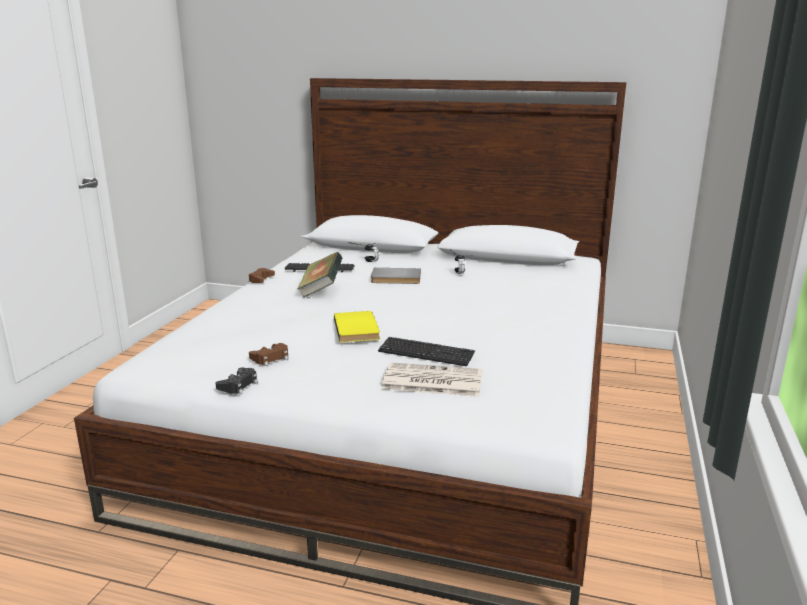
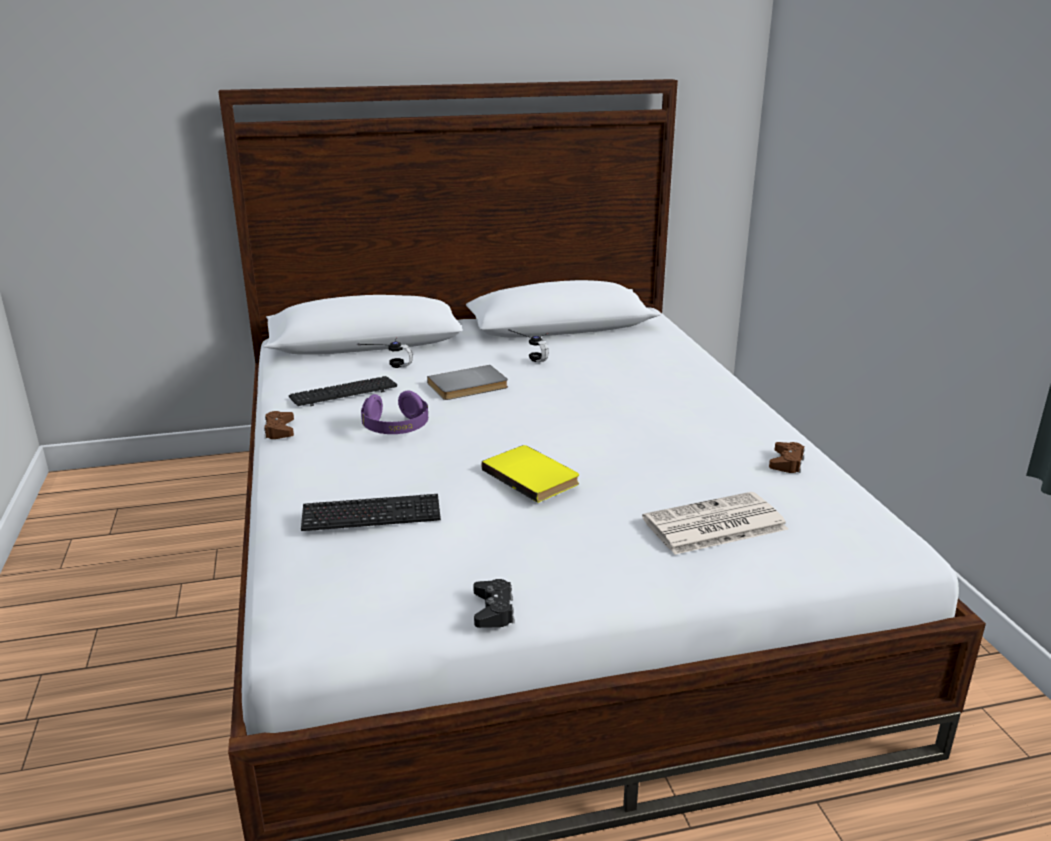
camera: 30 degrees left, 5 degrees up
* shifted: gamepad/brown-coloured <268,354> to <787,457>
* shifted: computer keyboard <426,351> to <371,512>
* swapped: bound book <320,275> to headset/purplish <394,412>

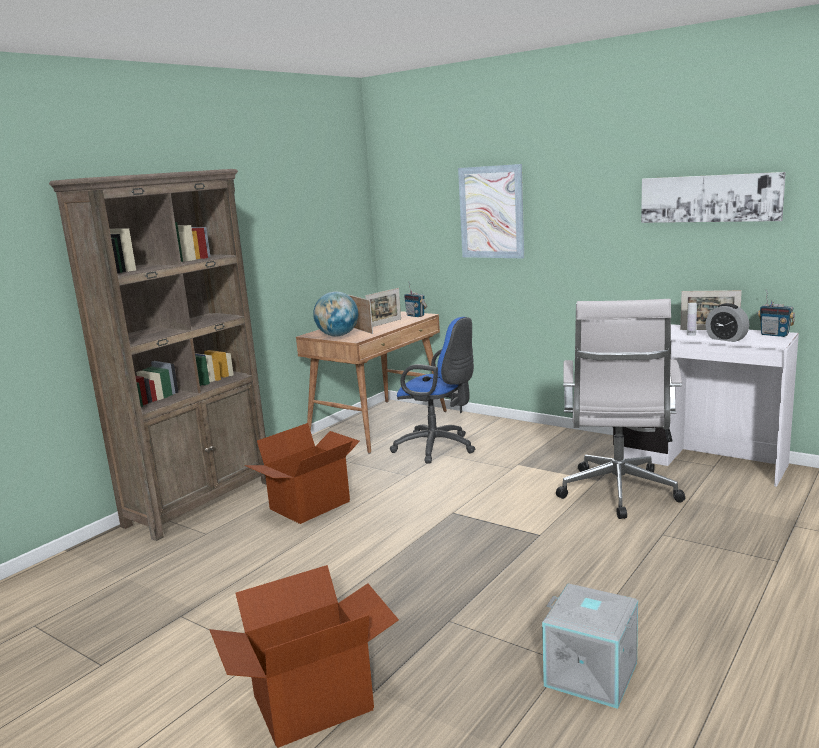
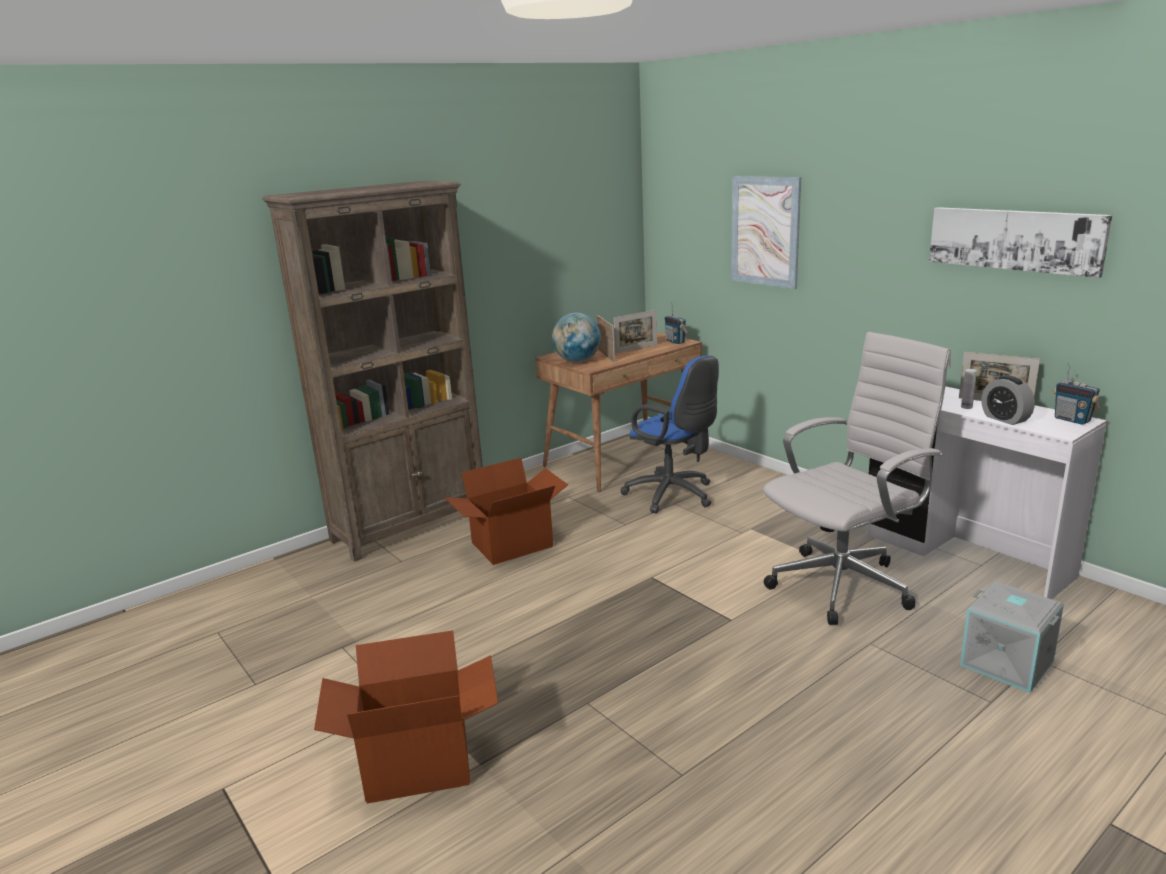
camera: 15 degrees right, 5 degrees up
* shifted: storage bin/gray <590,646> to <1012,637>
* rotated: office chair/white <620,409> = <857,478> 150 degrees counterclockwise

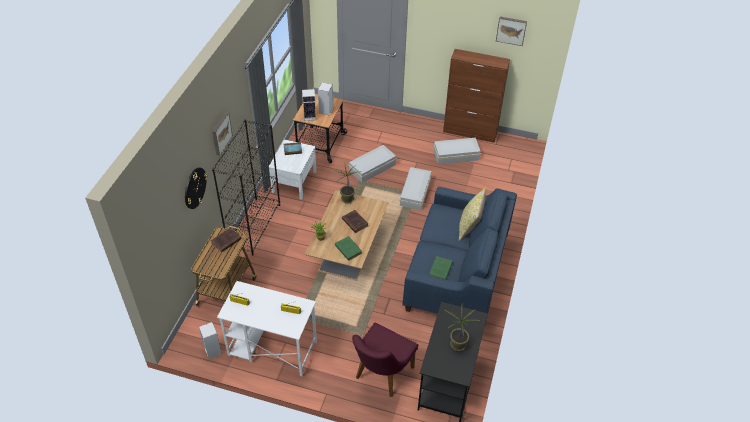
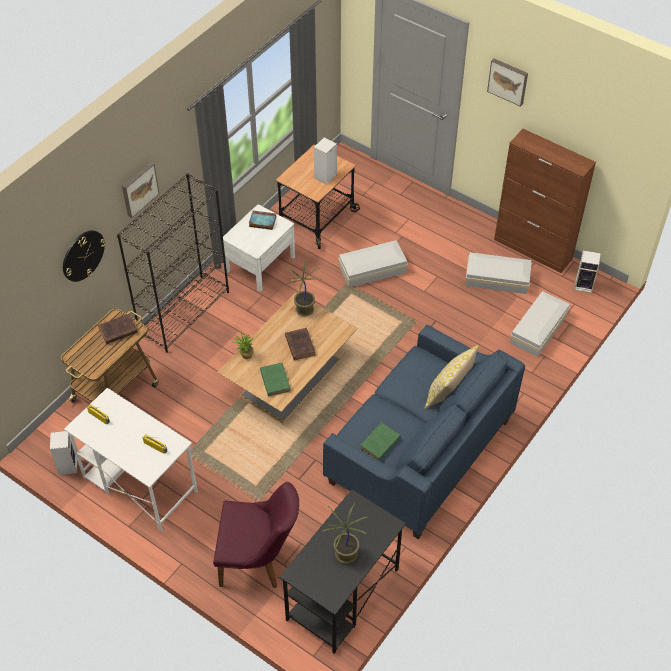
camera: 20 degrees right, 5 degrees up
* shifted: loudspeaker <309,105> to <588,271>
* shifted: storage bin/white <415,188> to <540,324>
* shifted: wall picture <511,31> to <507,82>
* rotated: chair/purplish <385,360> = <256,535> 135 degrees counterclockwise

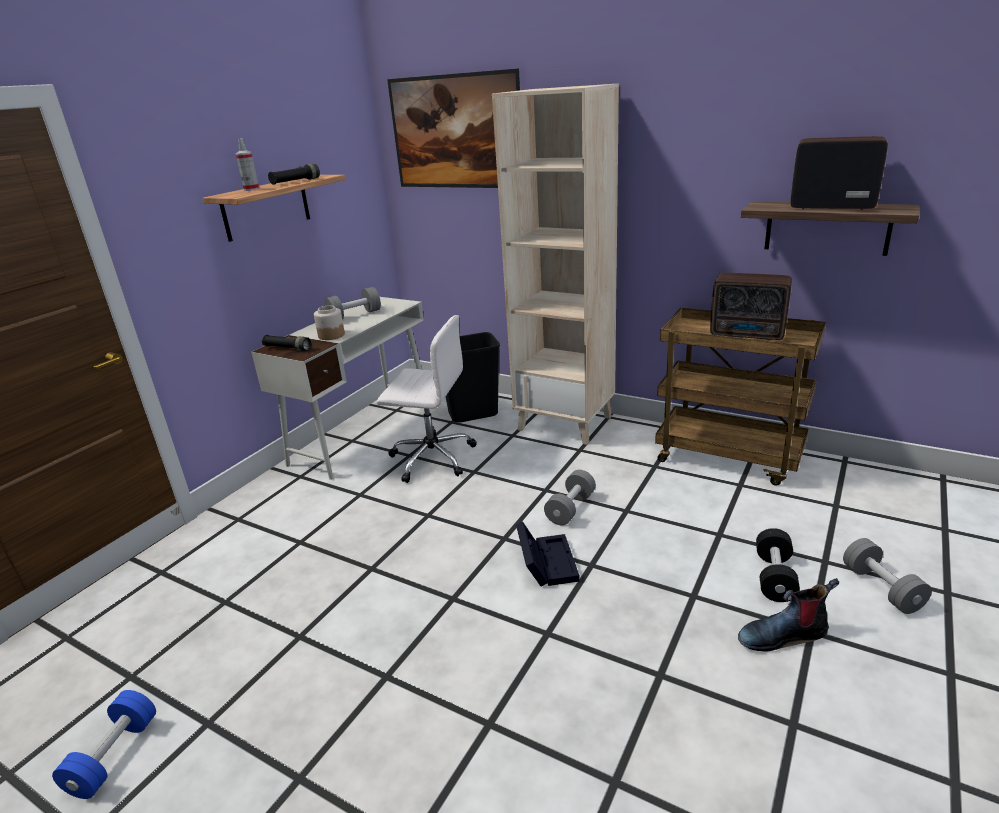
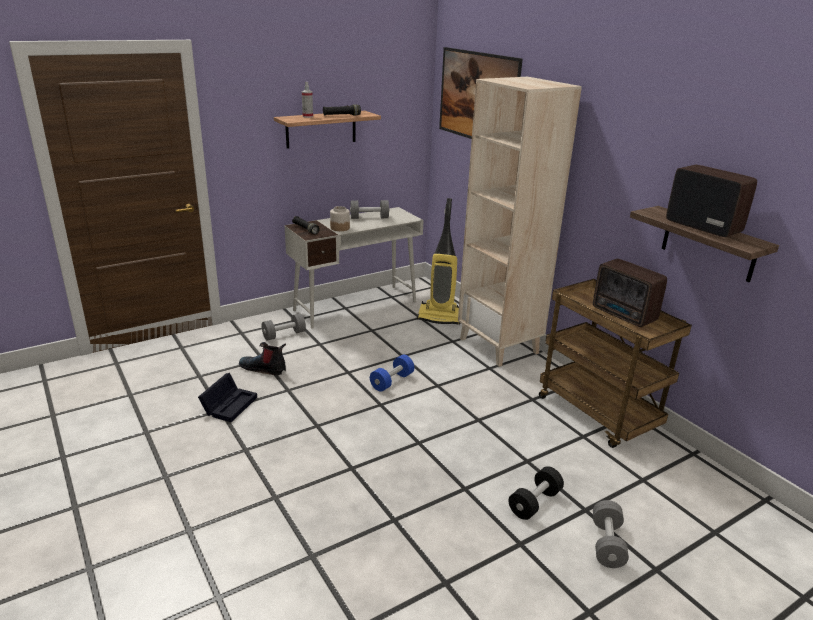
camera: 25 degrees right, 0 degrees up
* gone: office chair/white <427,399>
* shifted: free weight/blue <104,744> to <392,373>
* shifted: storage bin/black <548,553> to <227,397>
* shifted: free weight/gray <570,497> to <284,327>
* shifted: tall boot <788,615> to <262,358>
* swapped: waste bin/black <473,377> to vacuum cleaner <438,261>

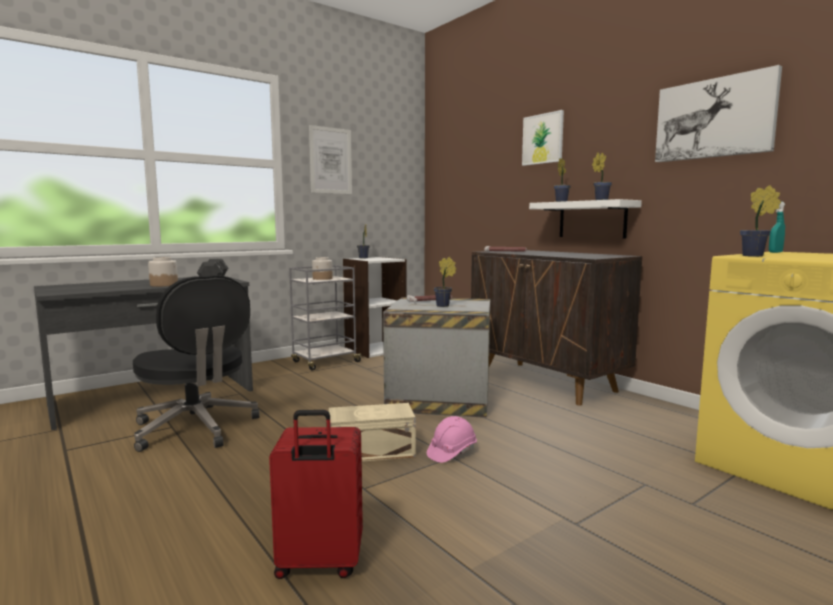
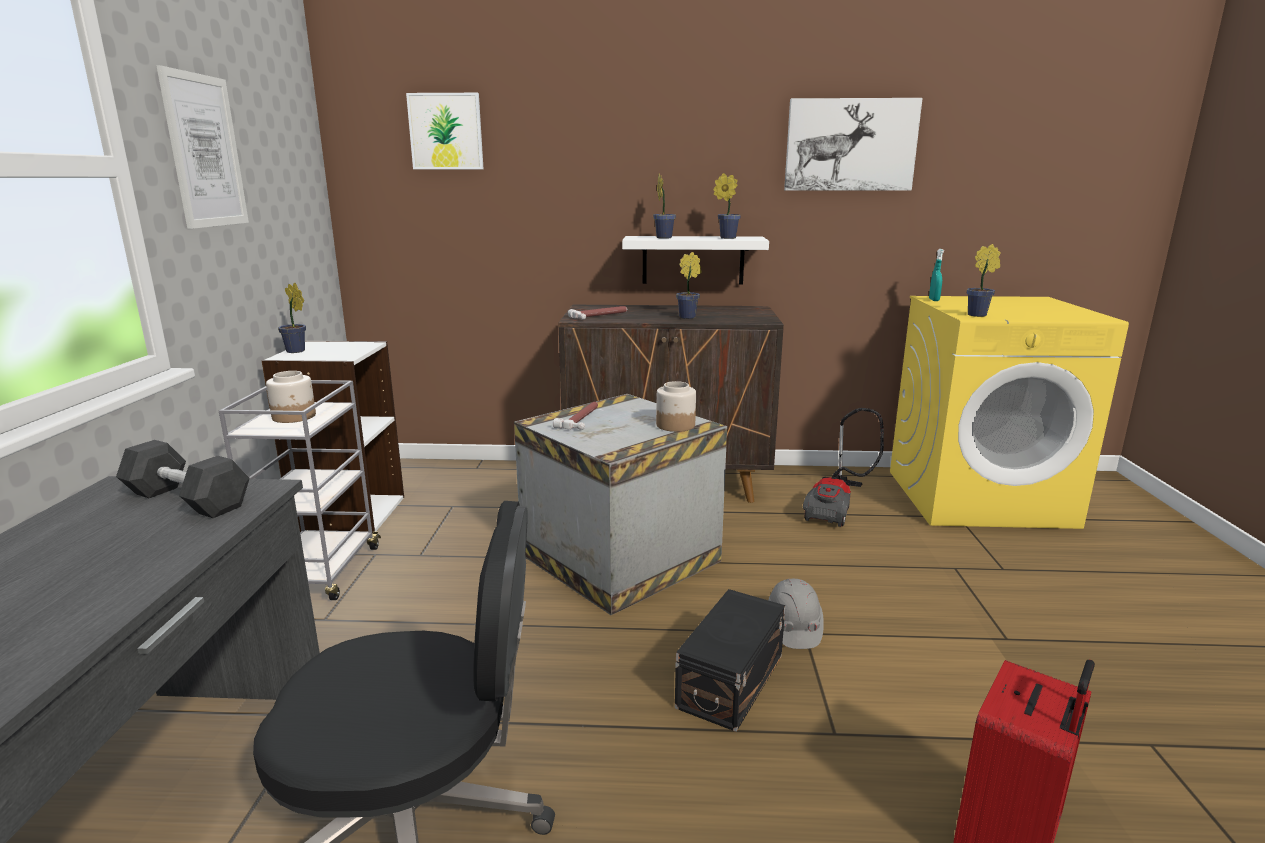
camera: 50 degrees left, 10 degrees up
* new: vacuum cleaner <843,467>
* shifted: storage jar <163,272> to <676,406>
* shifted: houseplant <445,282> to <688,285>
* shifted: wall picture <543,138> to <445,131>
* repainted: storage bin/sand-coloured <372,432> to storage bin/black <730,660>
* repainted: safety helmet/pink-coloured <452,439> to safety helmet/gray <796,614>

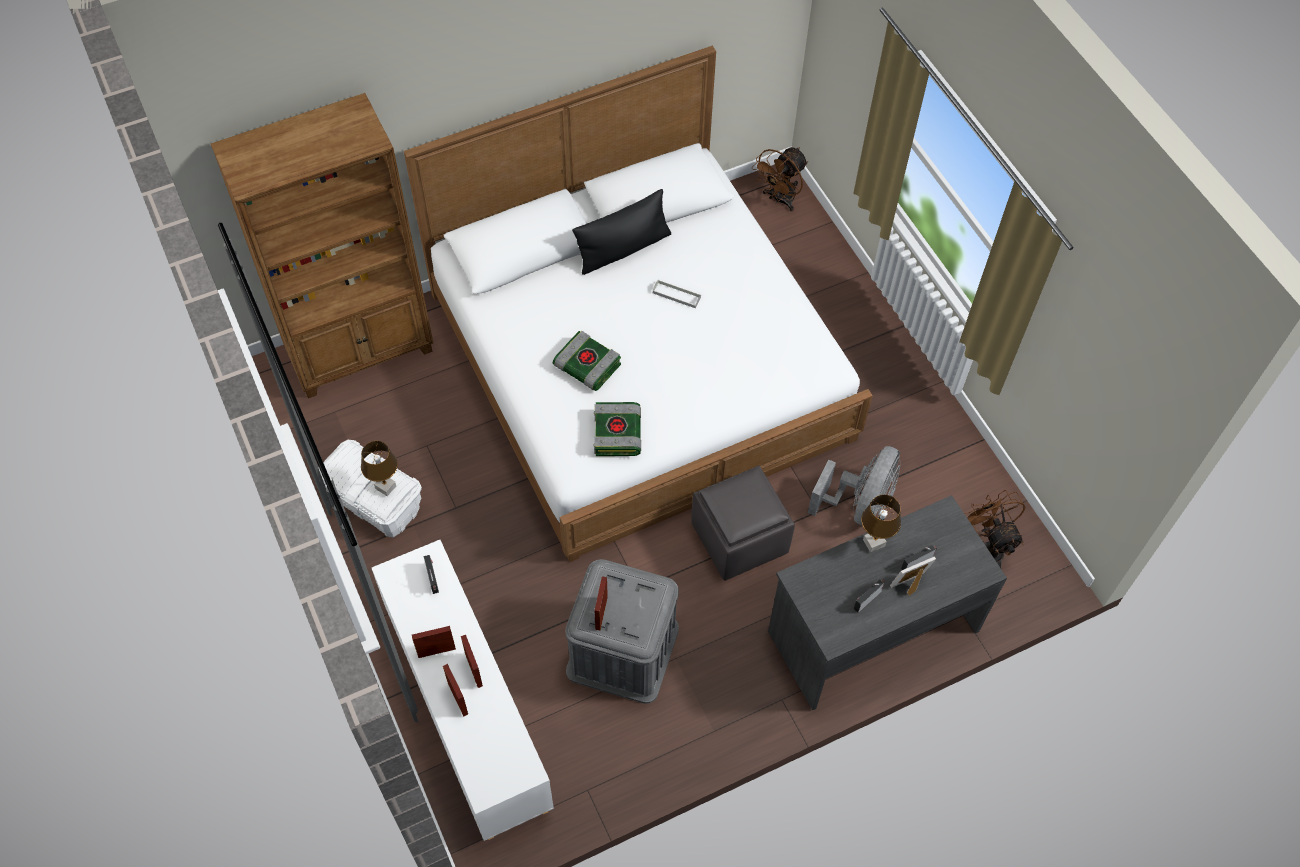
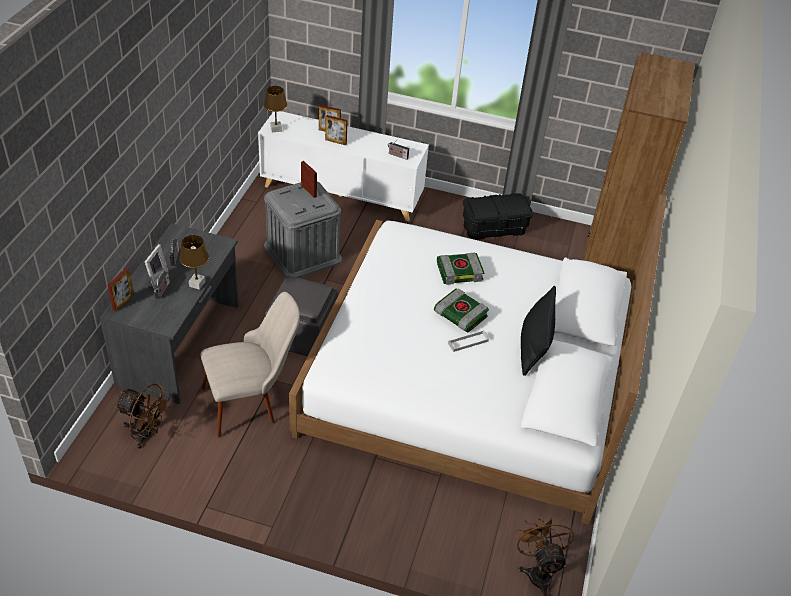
camera: 130 degrees right, 15 degrees down
* shifted: table lamp/brown-coloured <379,468> to <275,109>
* shifted: standing frame <434,642> to <121,290>
* shifted: bound book <617,429> to <461,310>
* swapped: electric fan/gray <854,485> to chair/sand-coloured <250,365>
* repainted: storage bin/white <370,488> to storage bin/black <498,216>

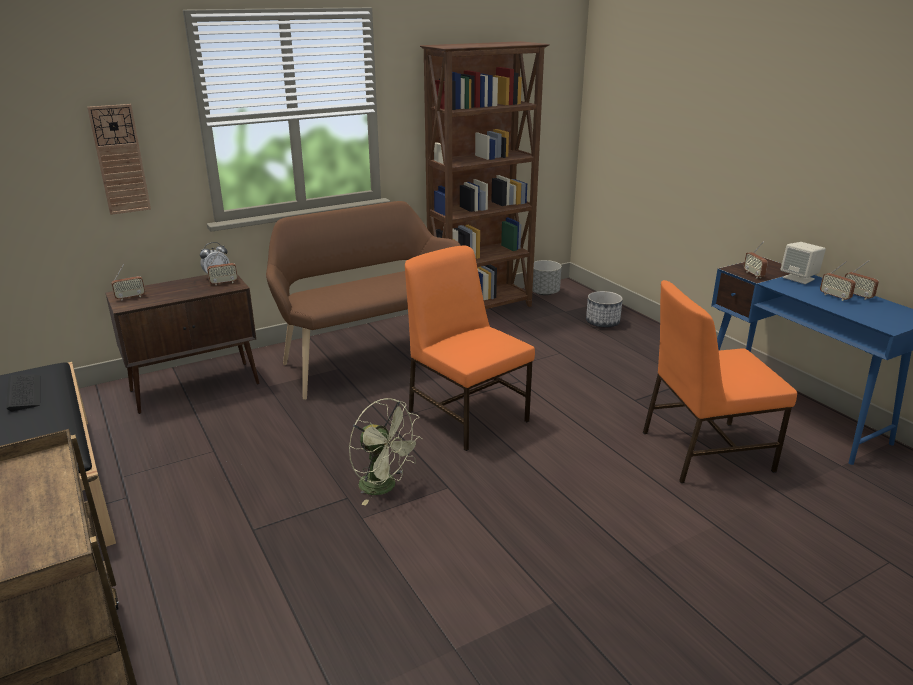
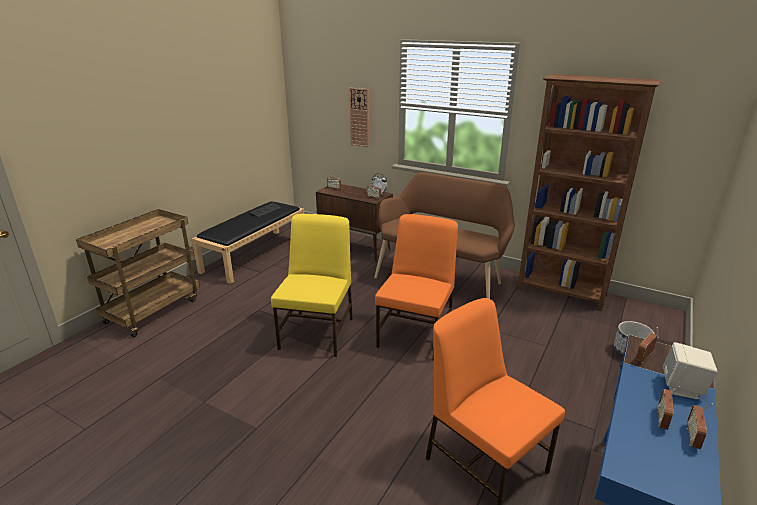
camera: 60 degrees right, 0 degrees up
* gone: flower pot/gray <547,277>
* swapped: electric fan/greenish <385,451> to chair/yellow-coloured <312,285>

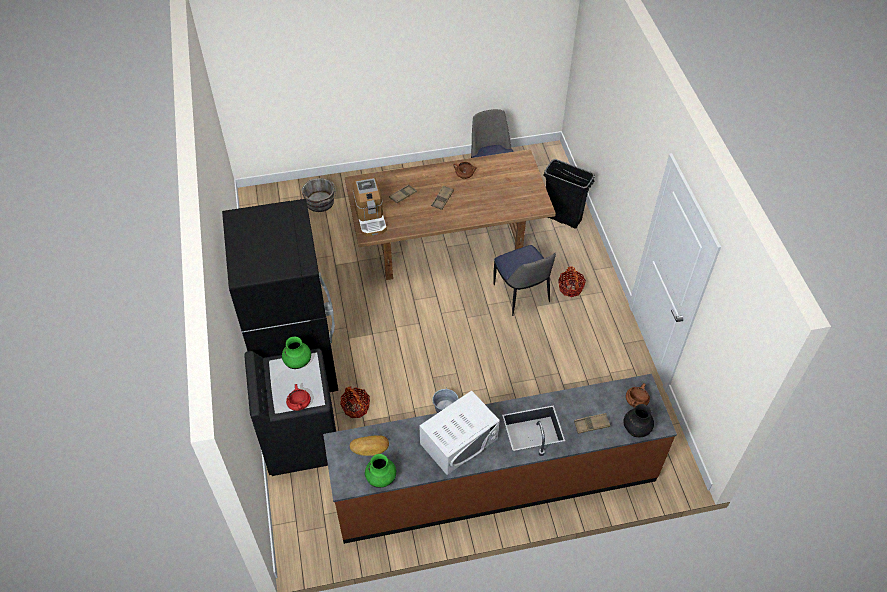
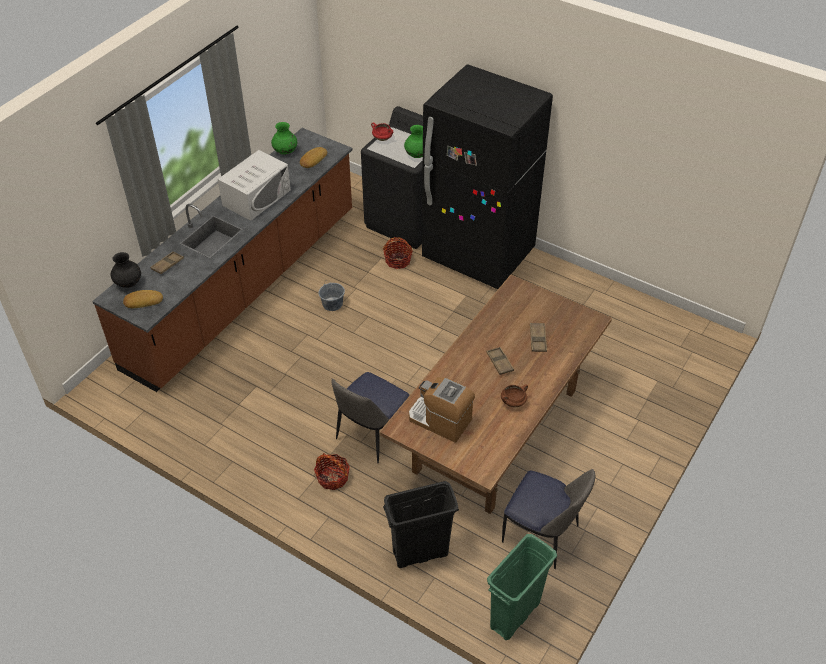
camera: 135 degrees right, 5 degrees down
* gone: water bucket/gray <319,195>
* new: waste bin/greenish <522,587>
* shifted: coffee maker <369,207> to <442,410>
* swapped: stockpot/brown-coloured <638,395> to baked bread <143,299>
* rotated: microwave/white <459,432> = <254,185> 150 degrees counterclockwise
* rotated: chair <524,280> = <370,417> 75 degrees counterclockwise

